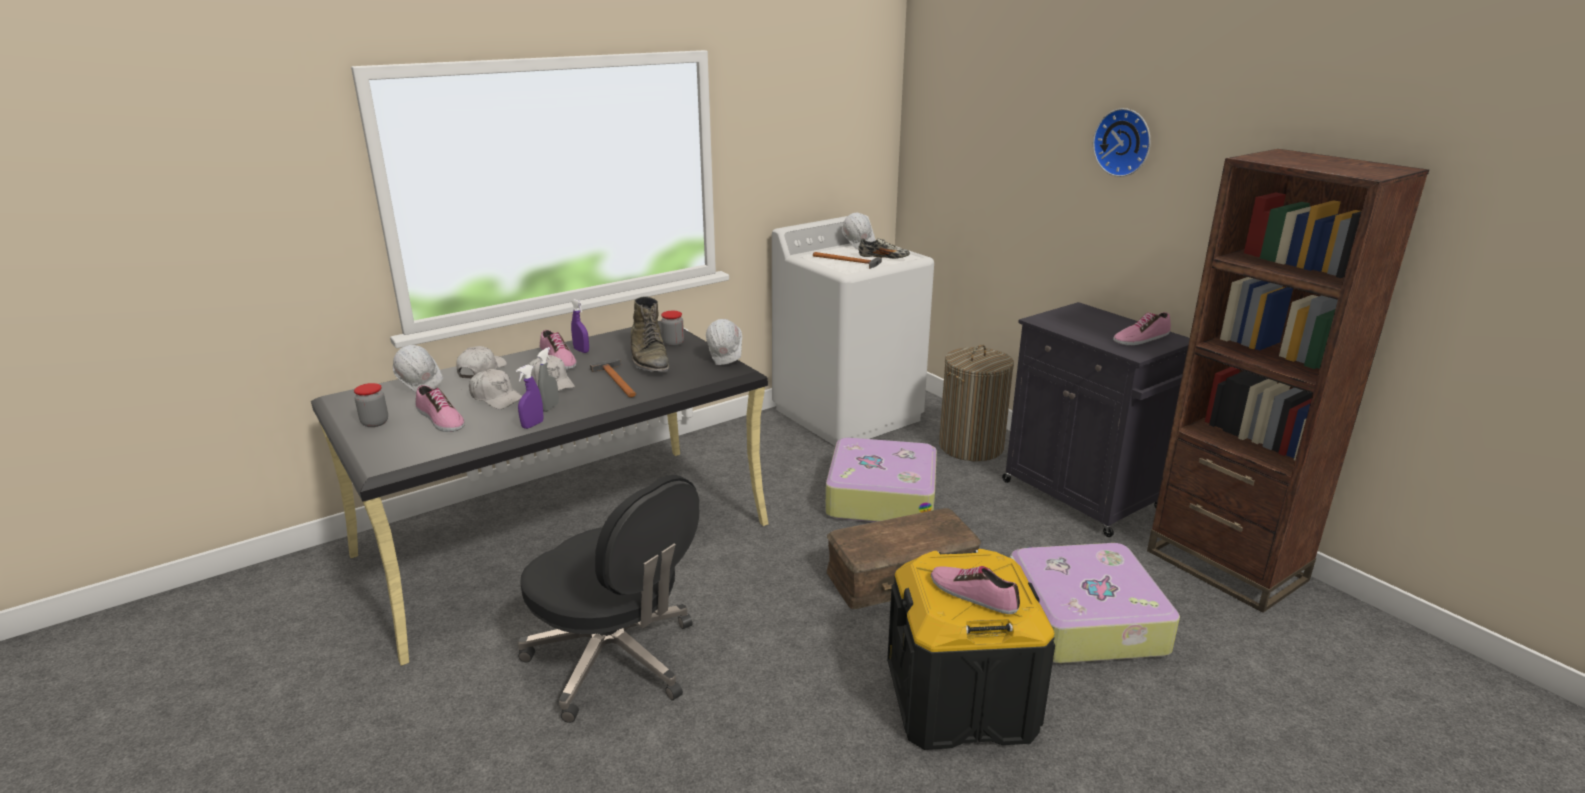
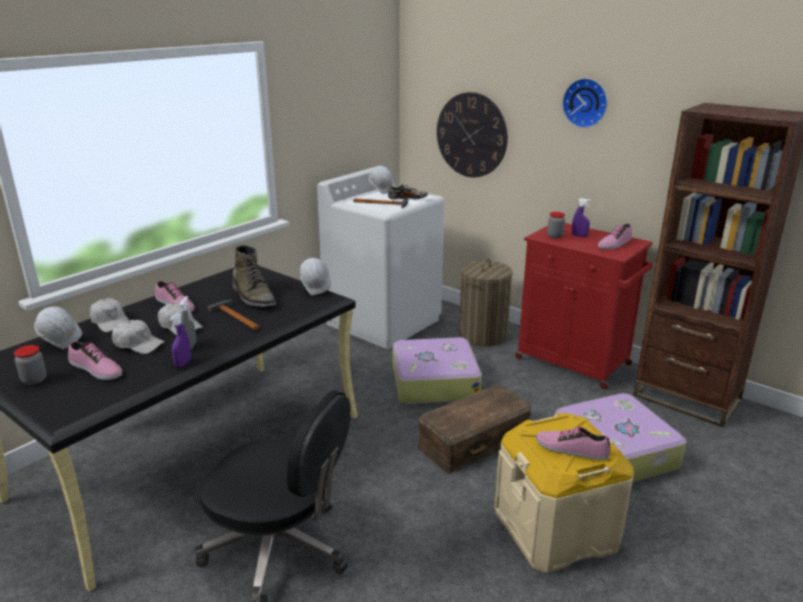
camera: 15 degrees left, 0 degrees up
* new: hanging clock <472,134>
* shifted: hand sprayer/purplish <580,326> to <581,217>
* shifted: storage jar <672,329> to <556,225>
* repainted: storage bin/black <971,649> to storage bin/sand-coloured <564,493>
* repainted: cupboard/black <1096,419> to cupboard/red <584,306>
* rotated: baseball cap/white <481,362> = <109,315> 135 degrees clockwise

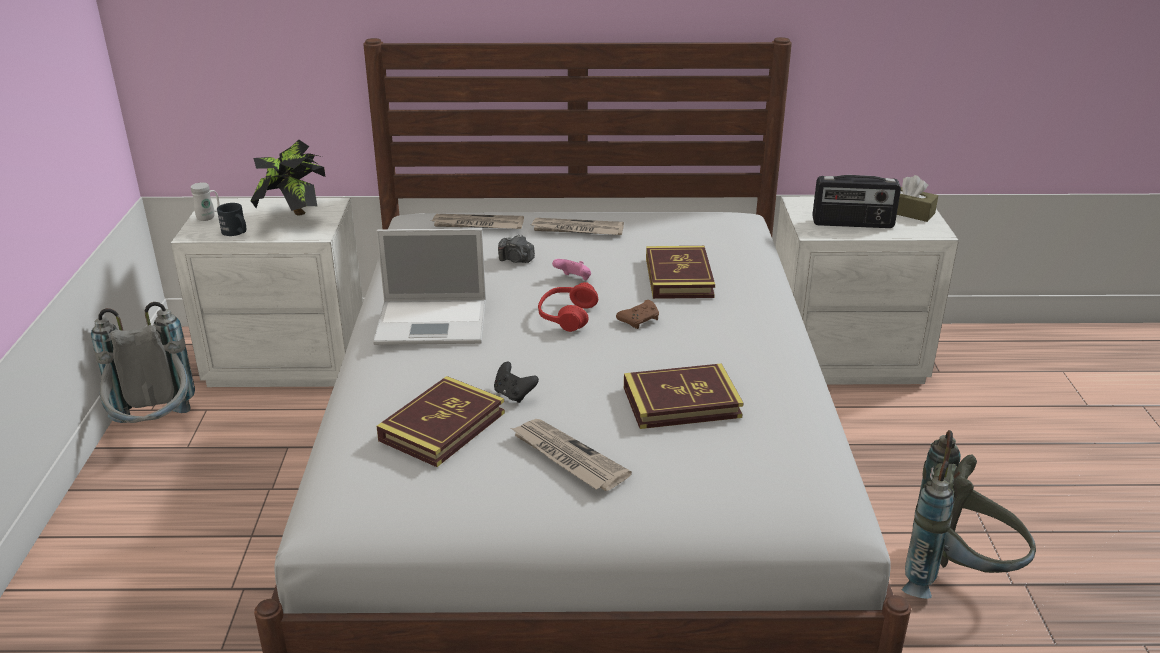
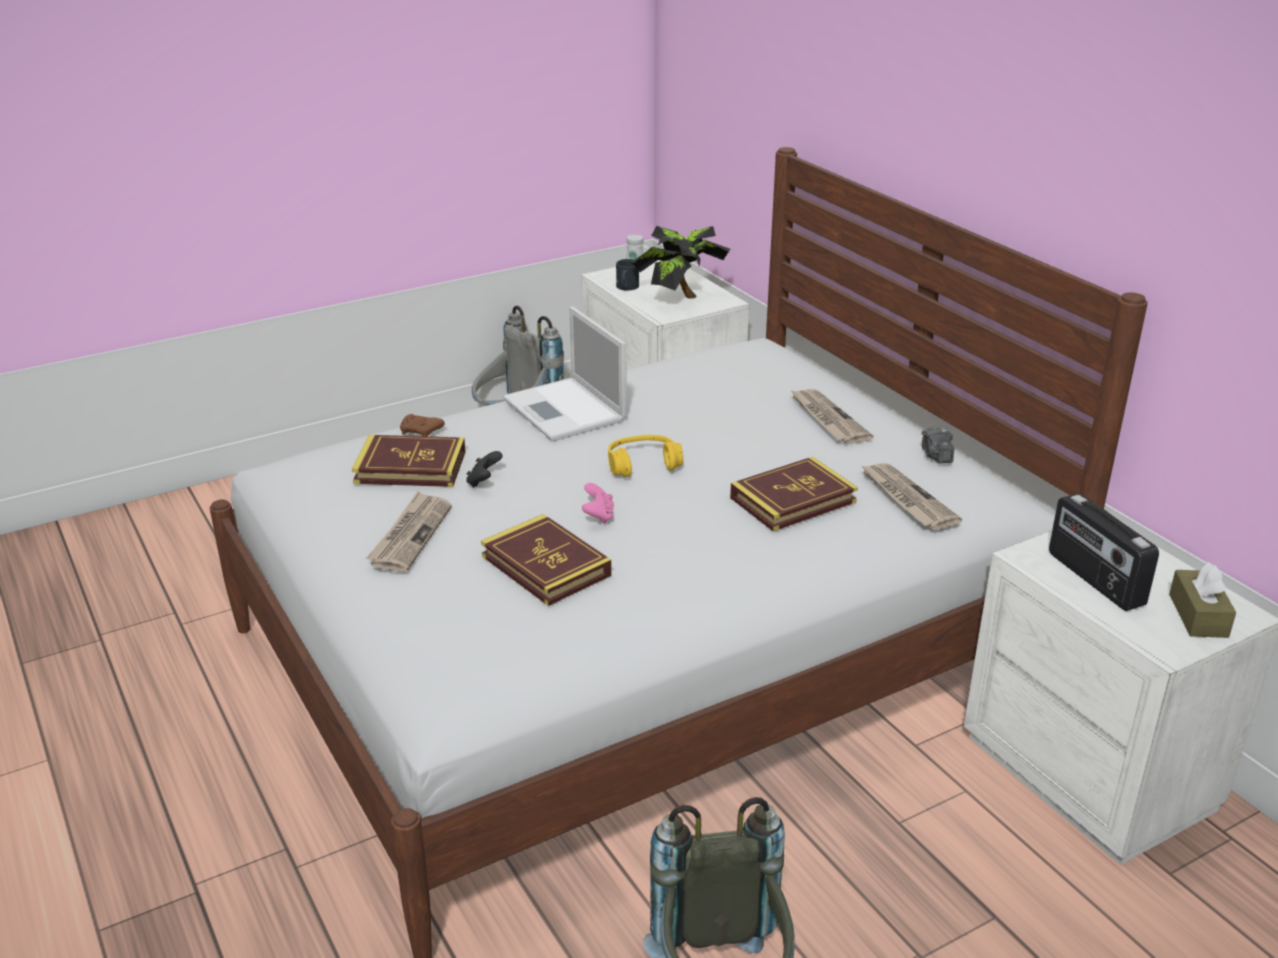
camera: 60 degrees right, 0 degrees up
* shifted: newspaper <478,221> to <911,496>
* shifted: photo camera <516,248> to <938,445>
* shifted: gamepad/pink-coloured <571,269> to <598,503>
* shifted: gamepad/brown-coloured <637,314> to <422,425>
* repainted: headset/red <568,307> to headset/yellow-coloured <645,456>

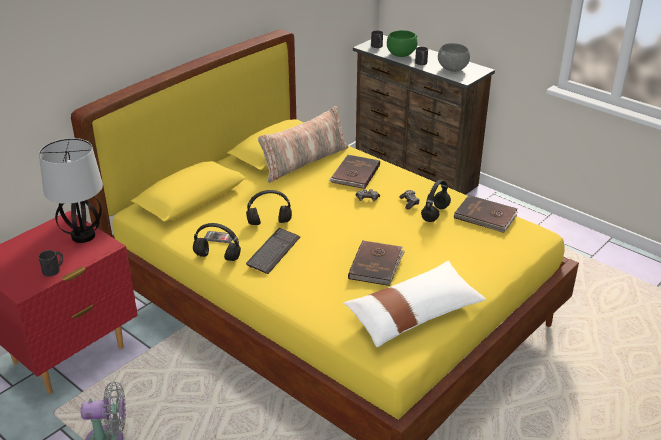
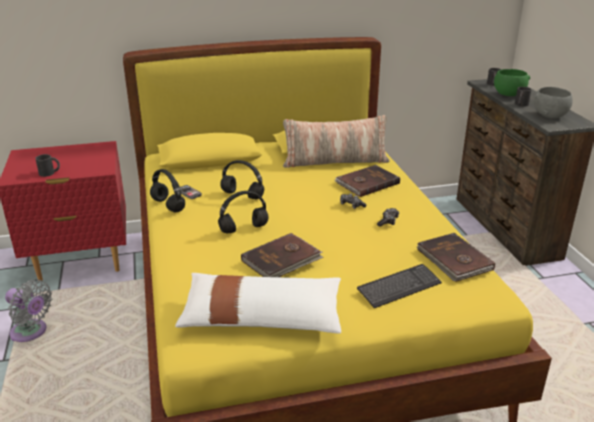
camera: 35 degrees right, 5 degrees down
* gone: table lamp <71,190>
* shifted: computer keyboard <273,251> to <399,286>
* shifted: headset/black <436,201> to <243,212>

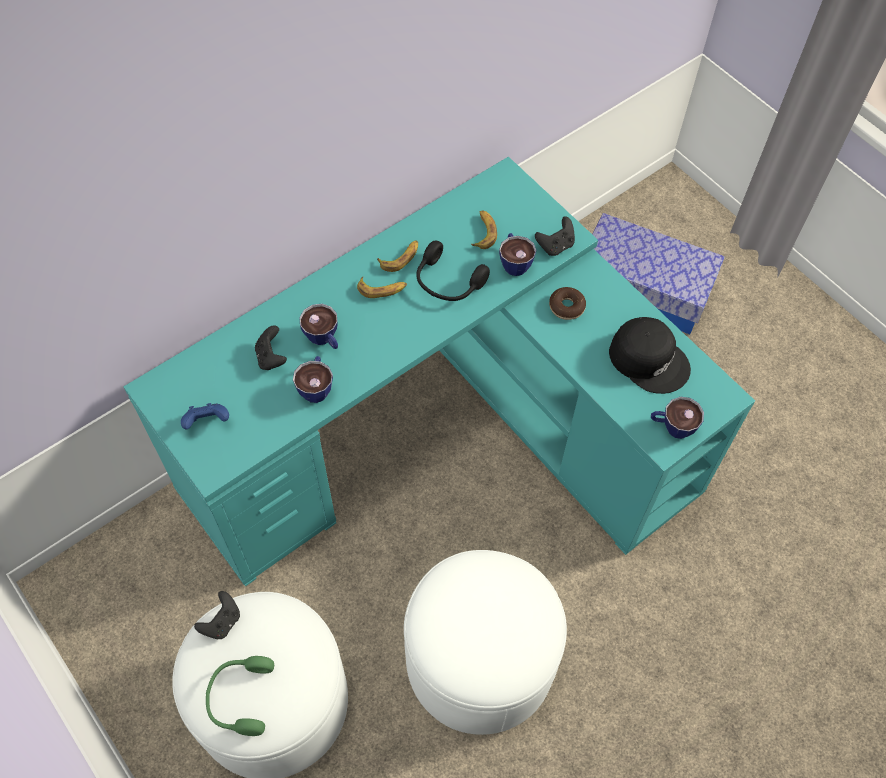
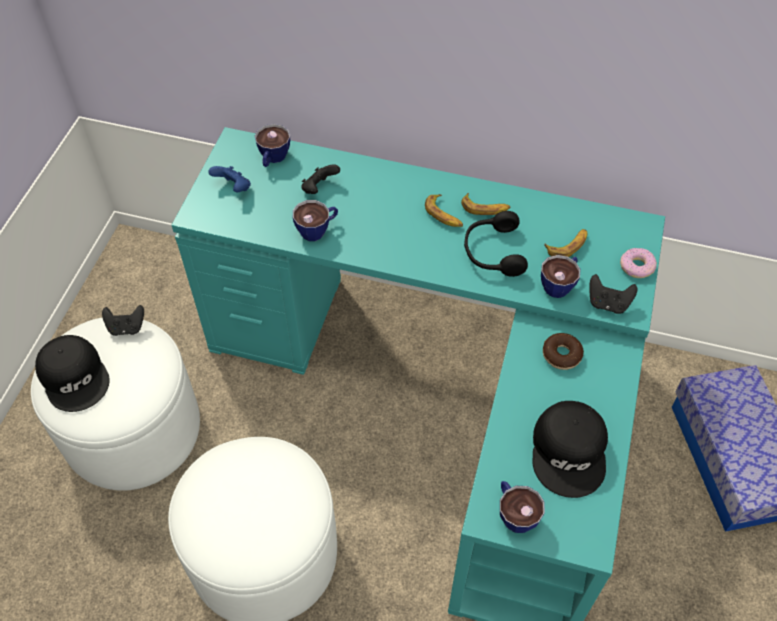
camera: 55 degrees right, 5 degrees down
* new: ring doughnut <638,263>
* shifted: small cup <318,326> to <272,145>
* swapped: headset/greenish <240,696> to baseball cap/black <72,373>

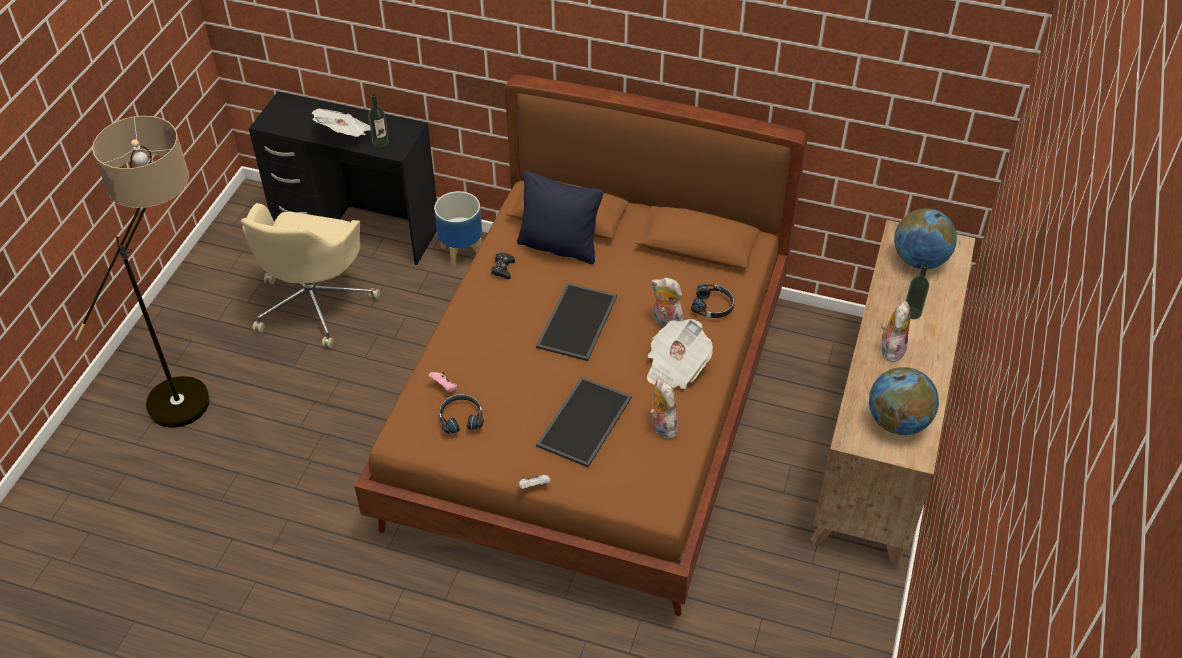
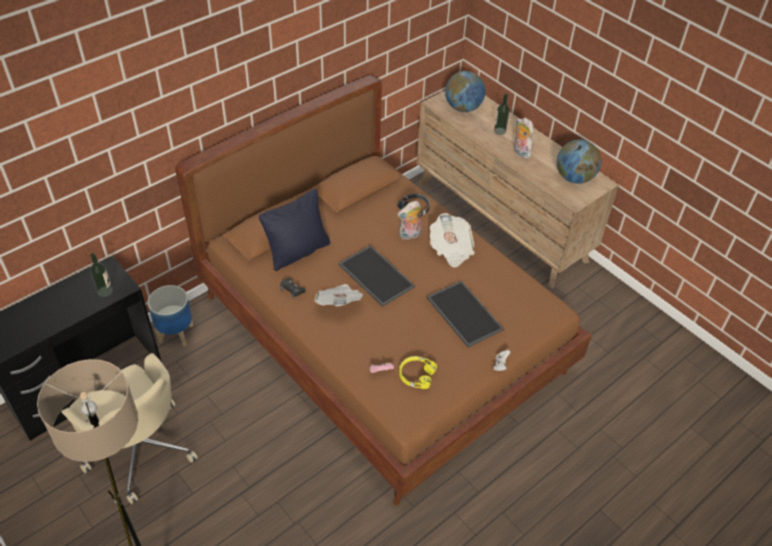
camera: 60 degrees left, 0 degrees up
* gone: plush toy <664,408>
* shifted: newspaper <341,123> to <339,295>
* repainted: headset/black <461,414> to headset/yellow-coloured <418,372>

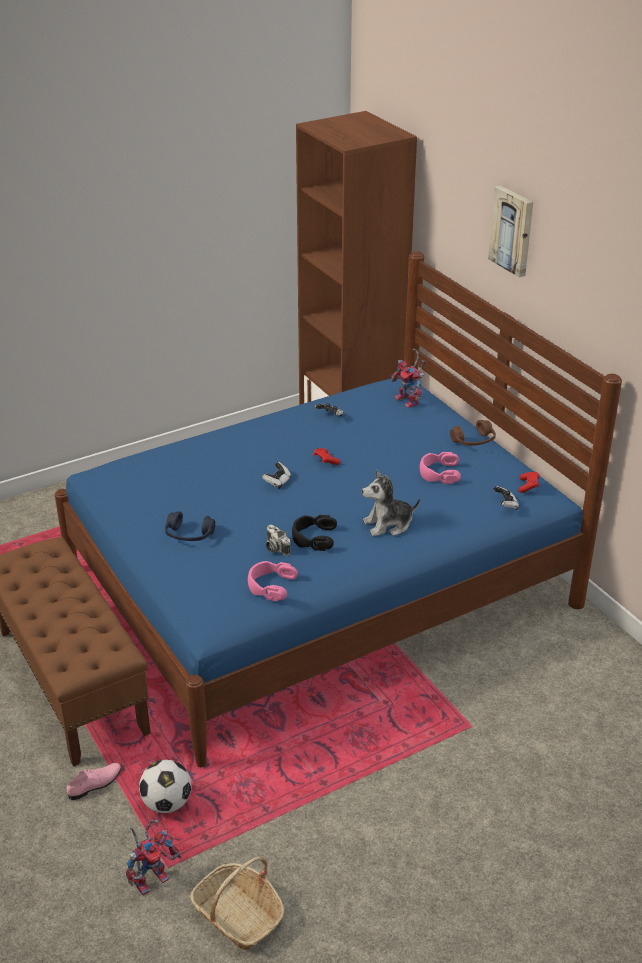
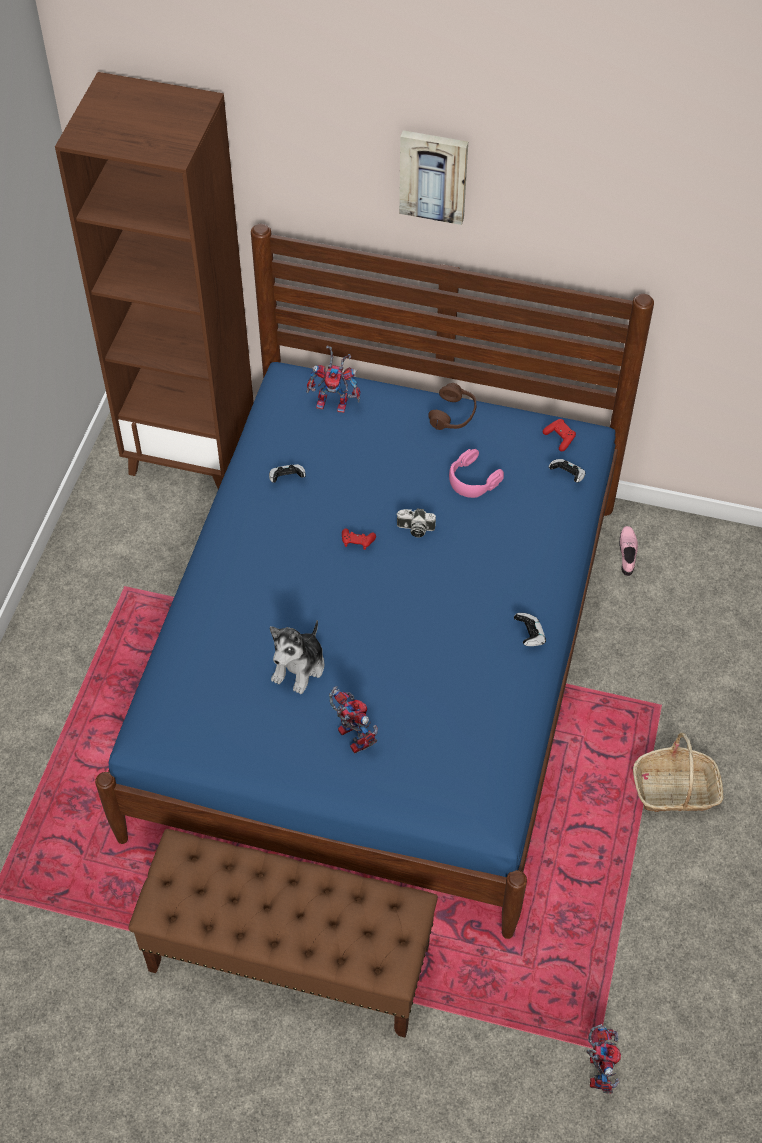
camera: 45 degrees left, 20 degrees up
* gone: football ball <165,786>
* gone: headset/pink-coloured <273,581>
* gone: headset/black <314,533>
* shifted: low shoe/pink-coloured <94,781> to <628,551>
* shifted: storage basket <237,903> to <678,772>
* shifted: gamepad <276,475> to <530,629>
* shifted: photo camera <278,540> to <416,523>
* shifted: plush toy <391,503> to <297,657>
* swapped: headset/blue <190,526> to robot figure <353,719>

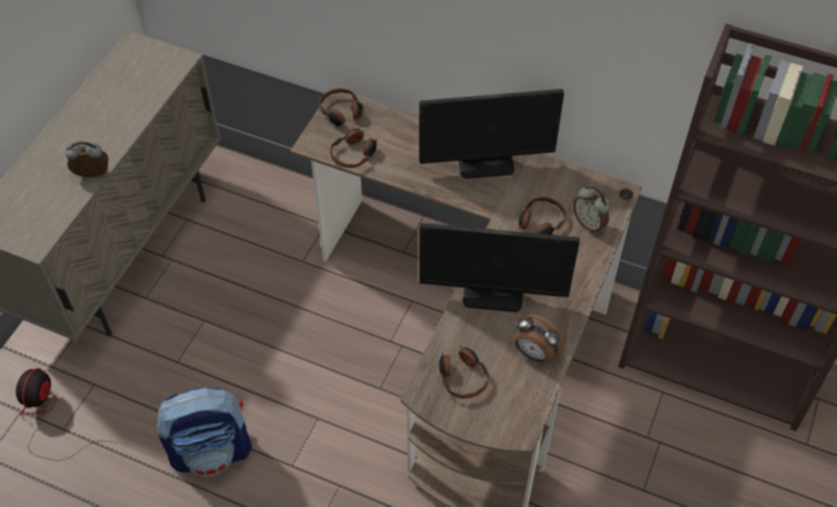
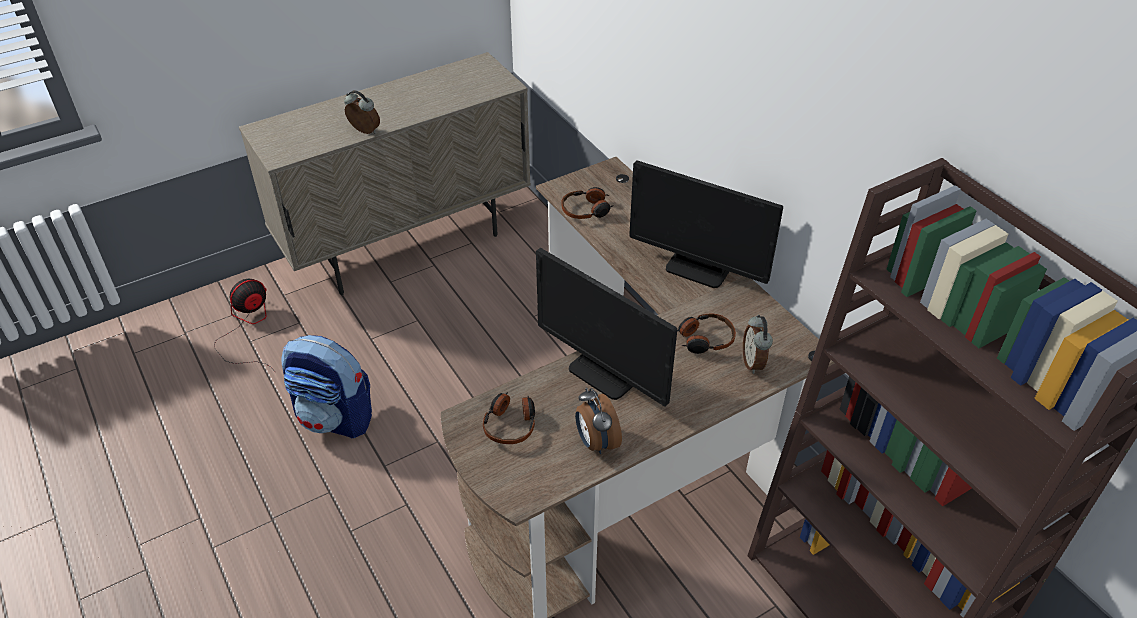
camera: 35 degrees right, 10 degrees down
* gone: headset <340,107>

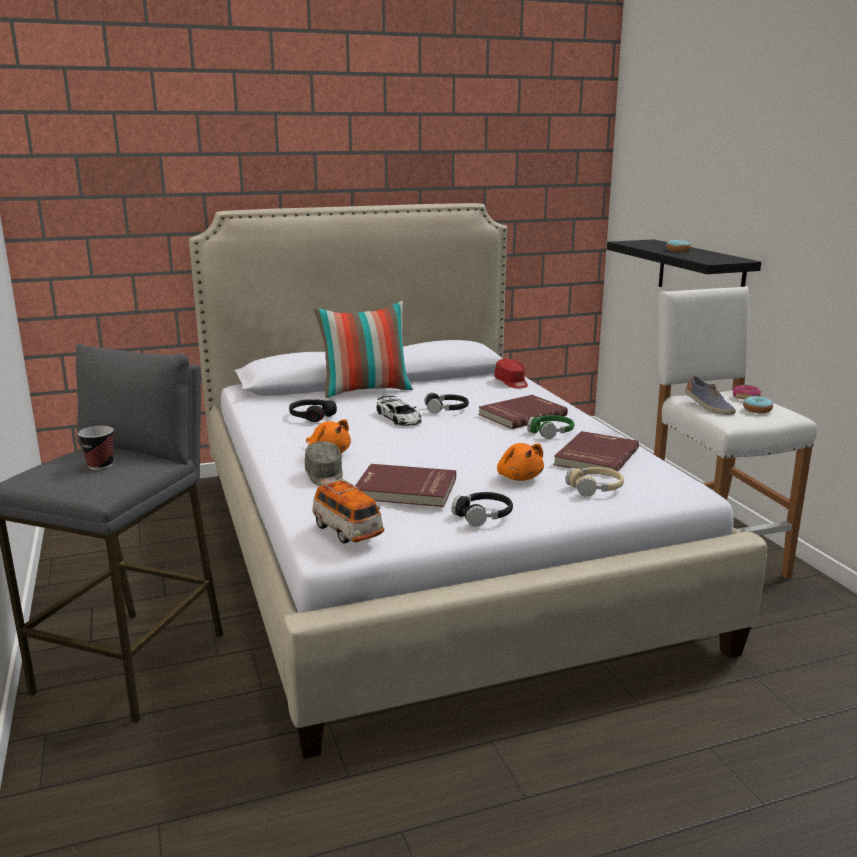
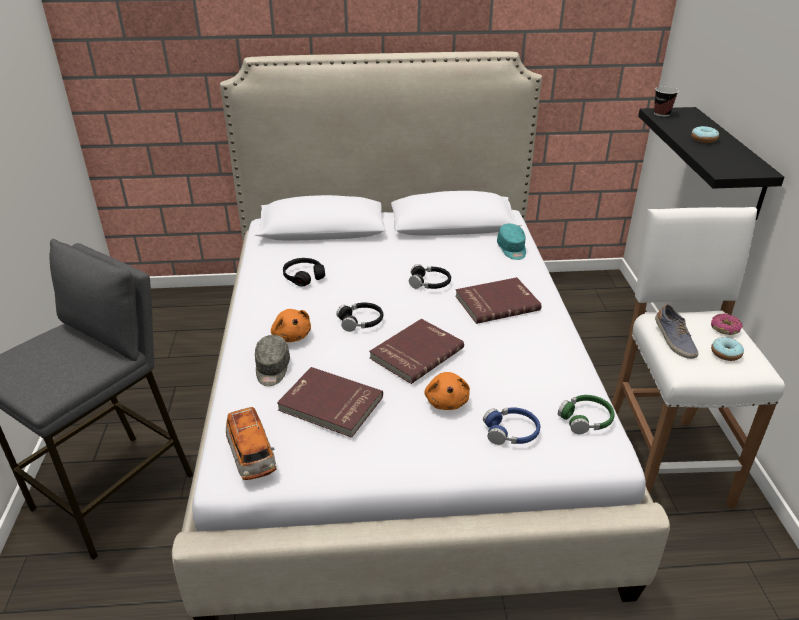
camera: 15 degrees right, 15 degrees up
* gone: cushion <363,349>
* gone: toy car <398,411>
* shifted: small cup <96,448> to <666,101>
* shifted: headset/black <482,509> to <359,317>
* shifted: headset/greenish <550,427> to <586,414>
* shifted: bound book/red <596,453> to <416,351>
* repainted: baseball cap/red <511,373> to baseball cap/turquoise-coloured <511,242>
* repainted: headset/sand-coloured <594,482> to headset/blue <511,426>

